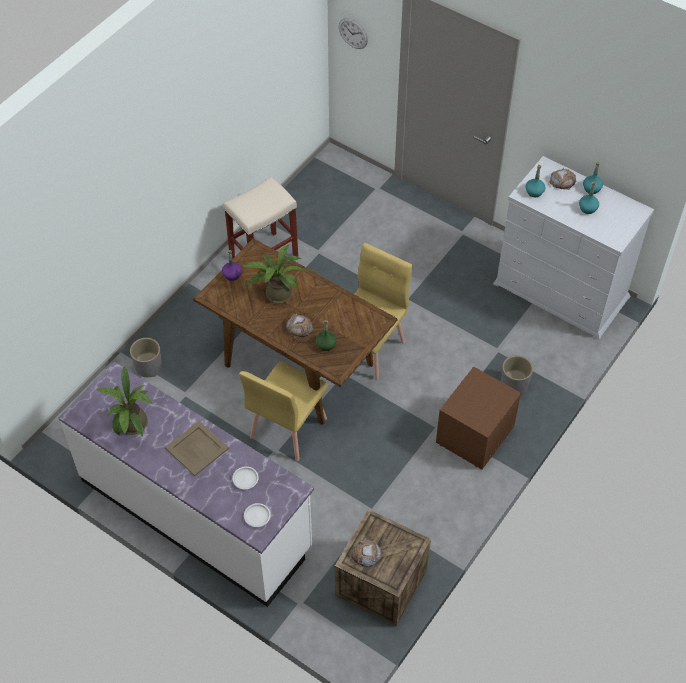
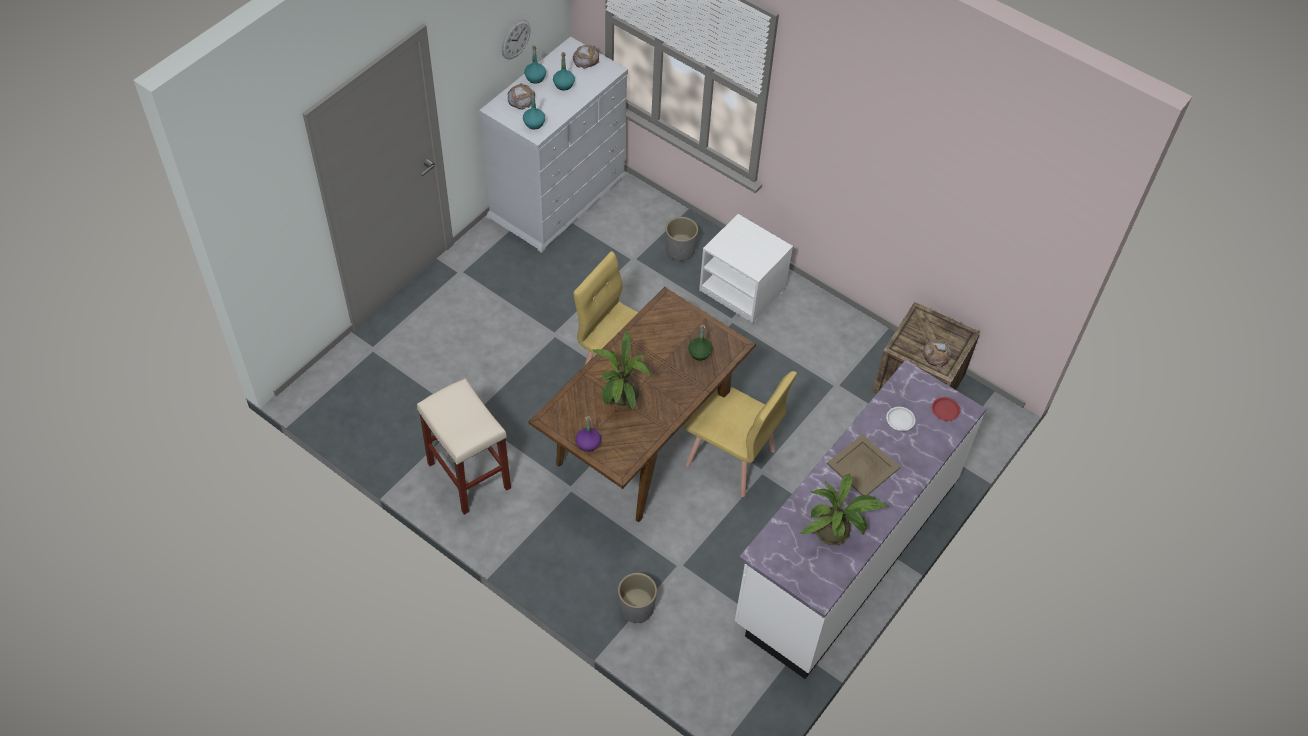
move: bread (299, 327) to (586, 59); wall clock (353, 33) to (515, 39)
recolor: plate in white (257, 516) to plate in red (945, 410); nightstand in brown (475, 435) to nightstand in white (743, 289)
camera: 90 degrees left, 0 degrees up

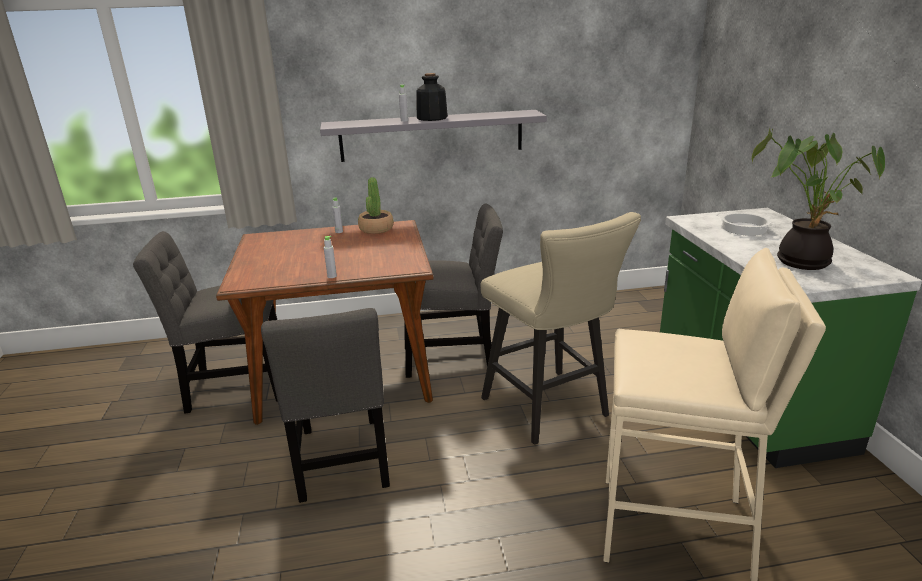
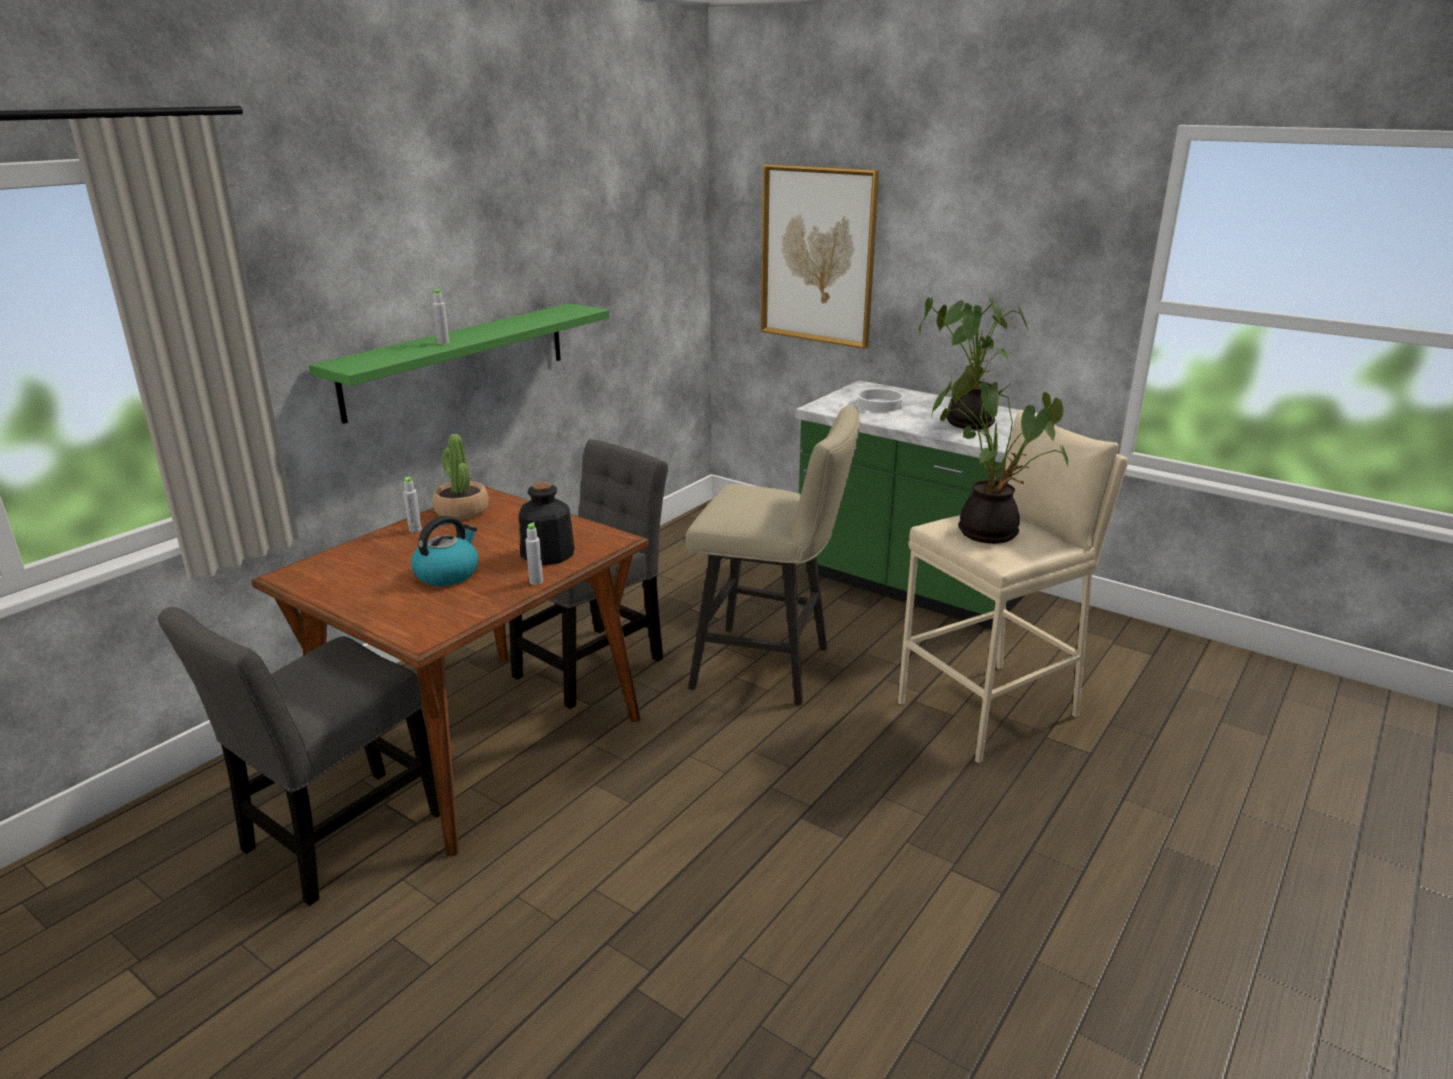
delete: chair in grey (342, 462)
insert: kettle (447, 573); picture (818, 255); potted plant (990, 531)
move: bottle (432, 118) to (548, 554)
recolor: shelf in grey (432, 135) to shelf in green (458, 359)
camera: 45 degrees left, 0 degrees up

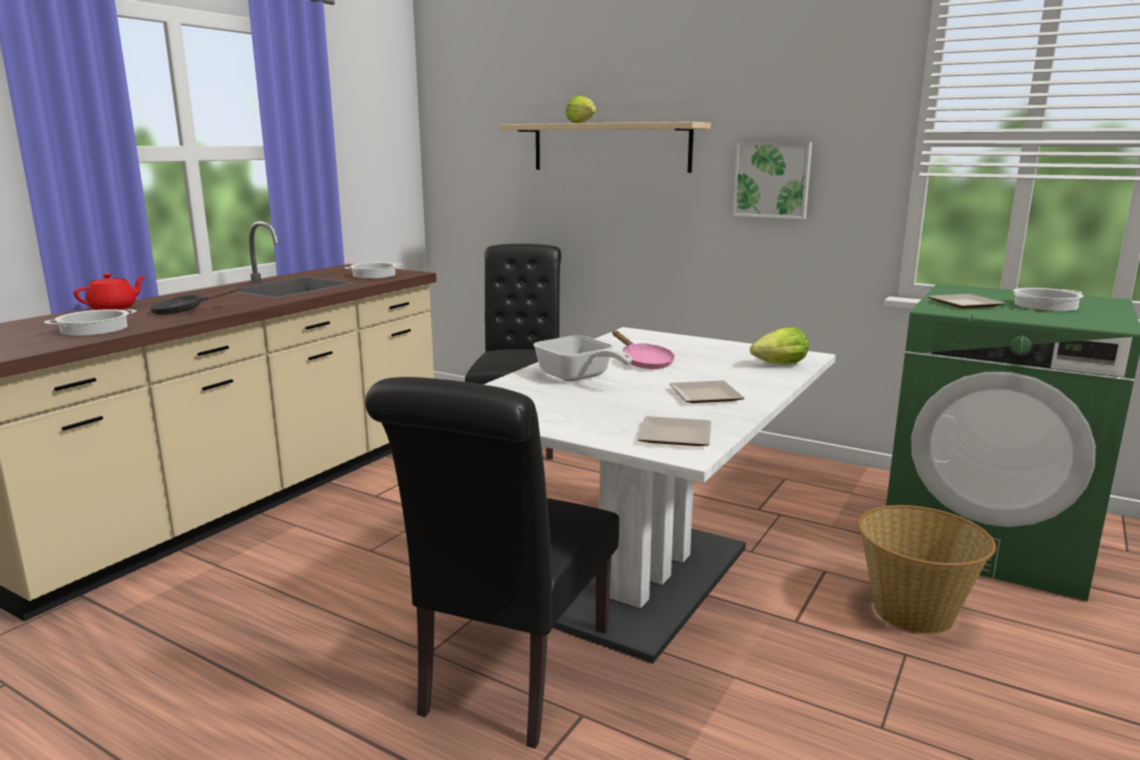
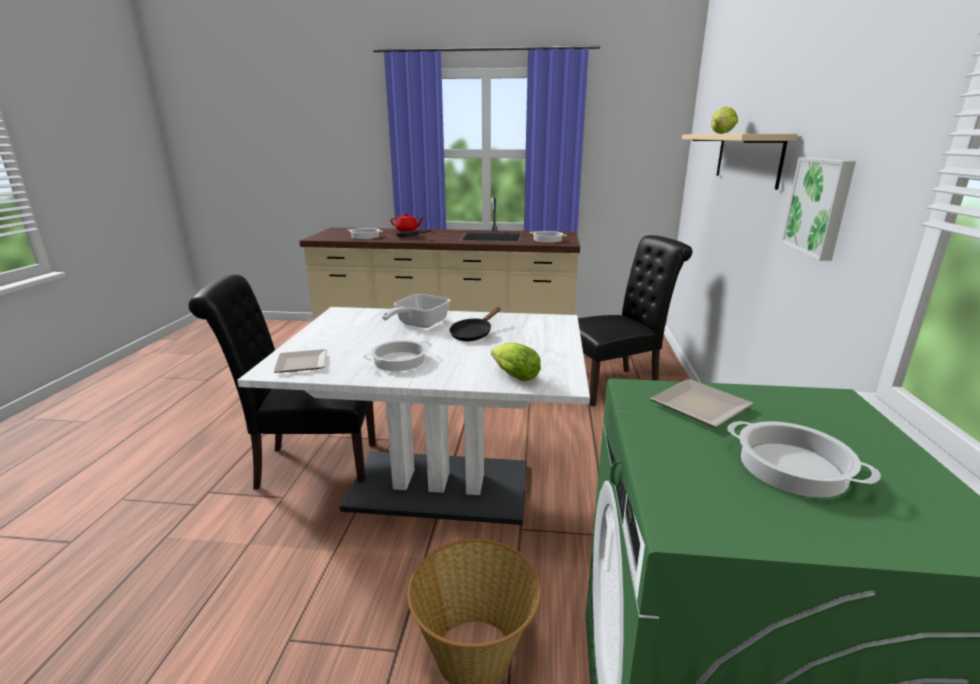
replace: plate (702, 395) to cooking pot (399, 360)
recolor: frying pan in pink (643, 362) to frying pan in black (473, 334)
camera: 65 degrees right, 5 degrees up

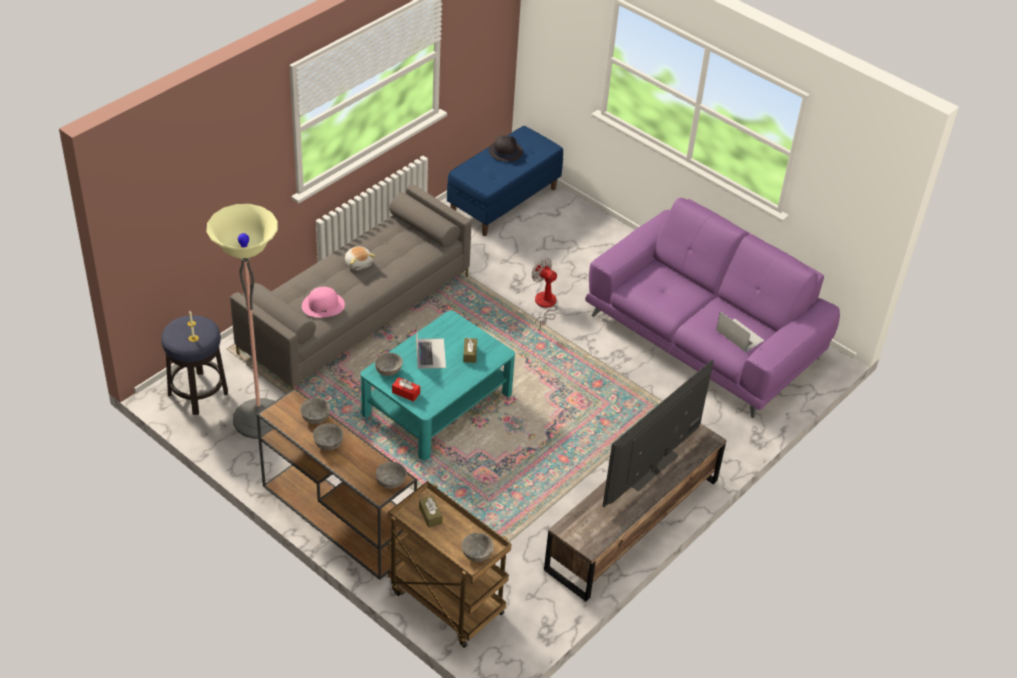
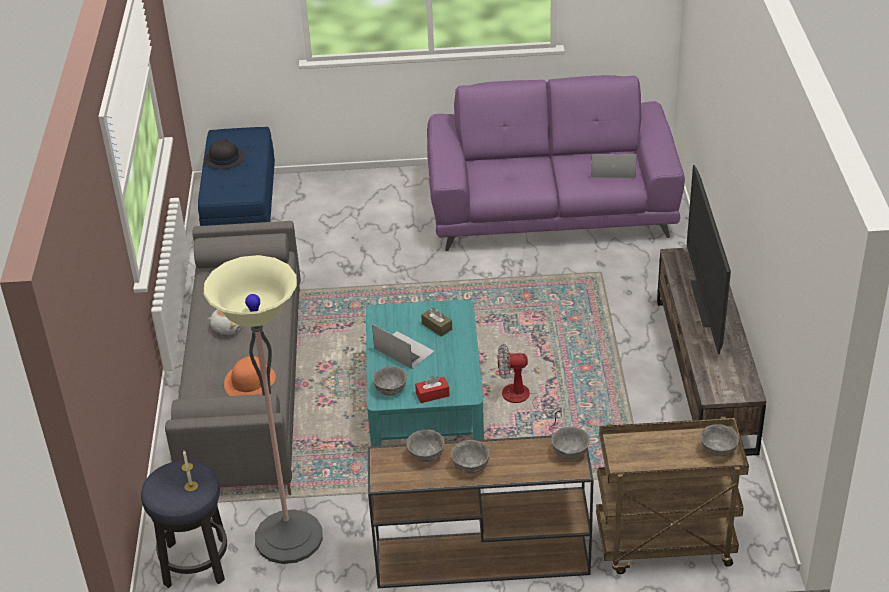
delete: tissue box in brown (430, 515)
move: fan (544, 306) to (522, 400)
recolor: hat in pink (323, 305) to hat in orange (250, 381)
camera: 40 degrees left, 5 degrees down

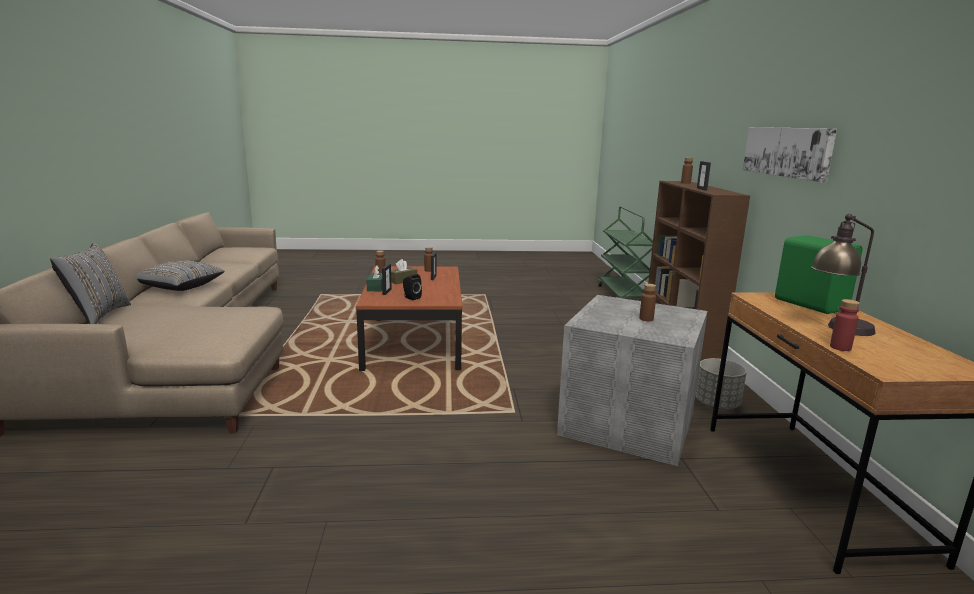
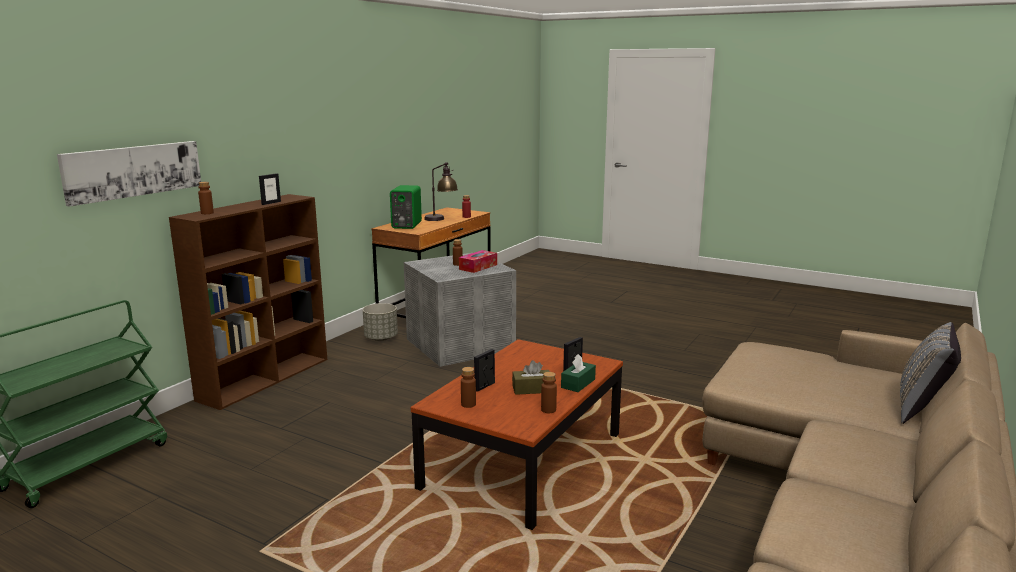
delete: pillow in grey (179, 287); speaker in black (411, 298)
insert: tissue box (478, 267)
move: picture (787, 152) to (133, 171)
camera: 145 degrees left, 0 degrees up

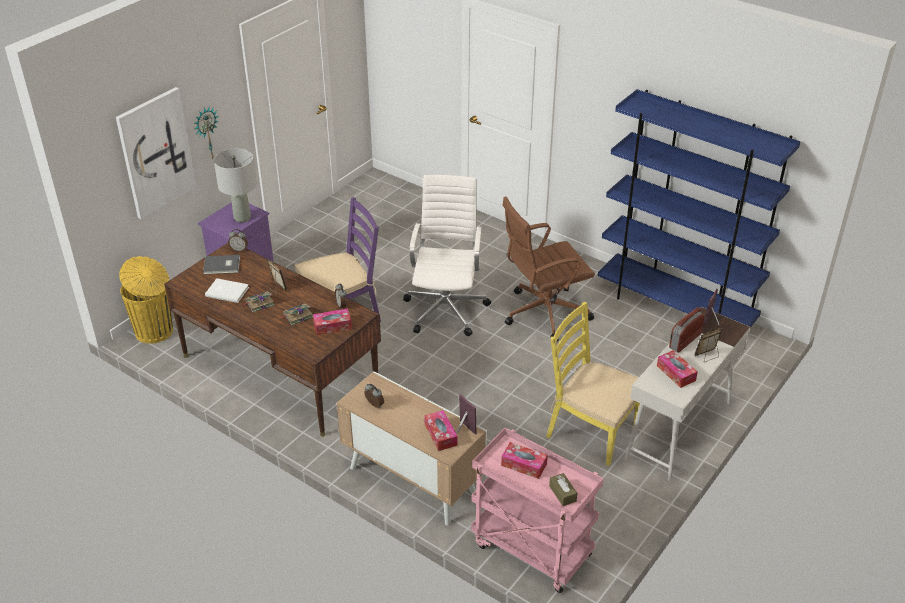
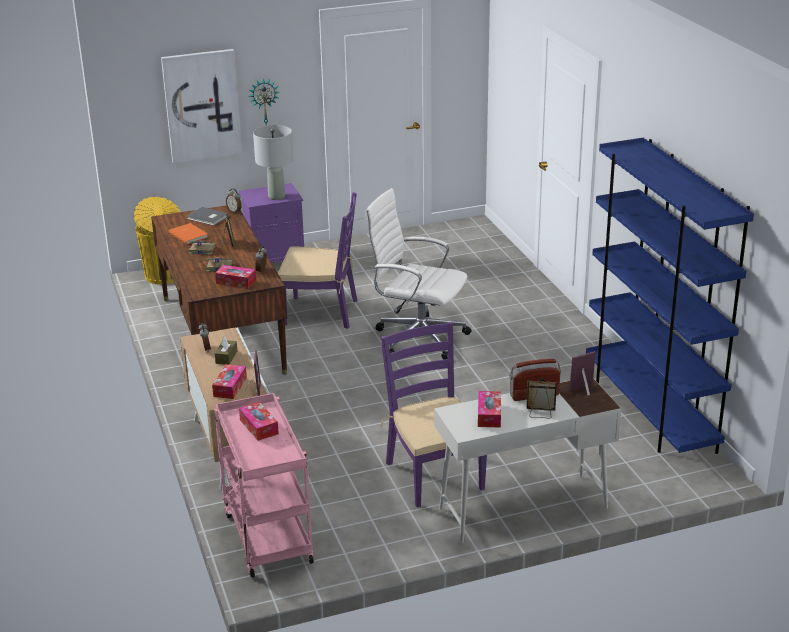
delete: office chair in brown (543, 313)
move: tissue box in brown (562, 493) to (226, 357)
recolor: book in white (227, 291) to book in orange (189, 234); chair in yellow (591, 431) to chair in purple (434, 475)
rotate: office chair in white (446, 308) = (418, 338) 105 degrees counterclockwise
camera: 35 degrees right, 10 degrees down

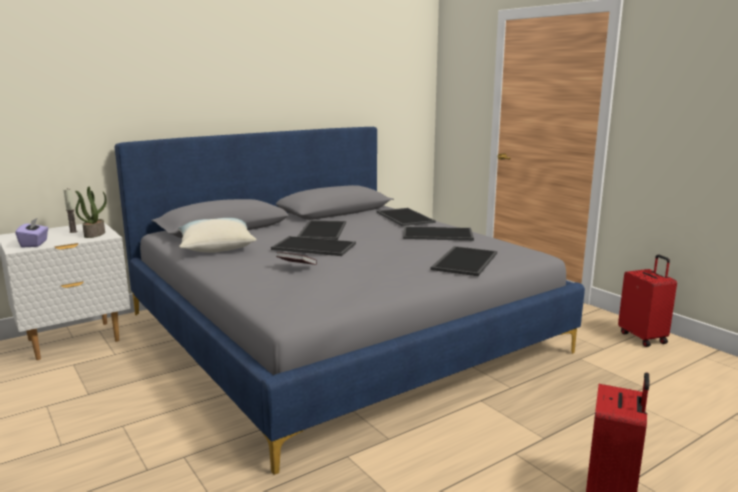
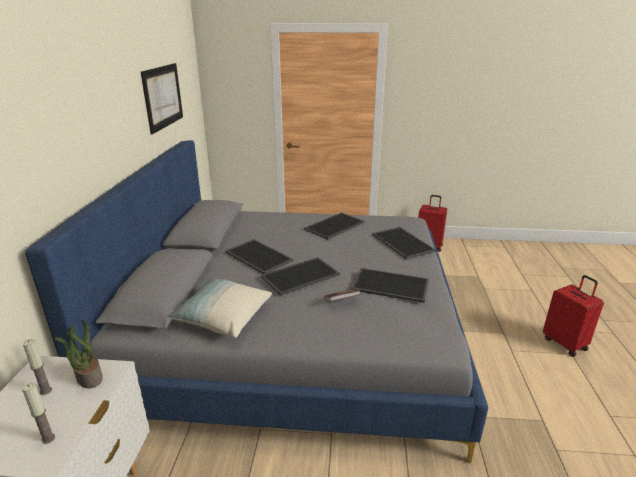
insert: picture (163, 96)
move: tray (403, 217) to (389, 285)
replace: tissue box in purple (34, 244) to candle (48, 438)
camera: 50 degrees left, 10 degrees up

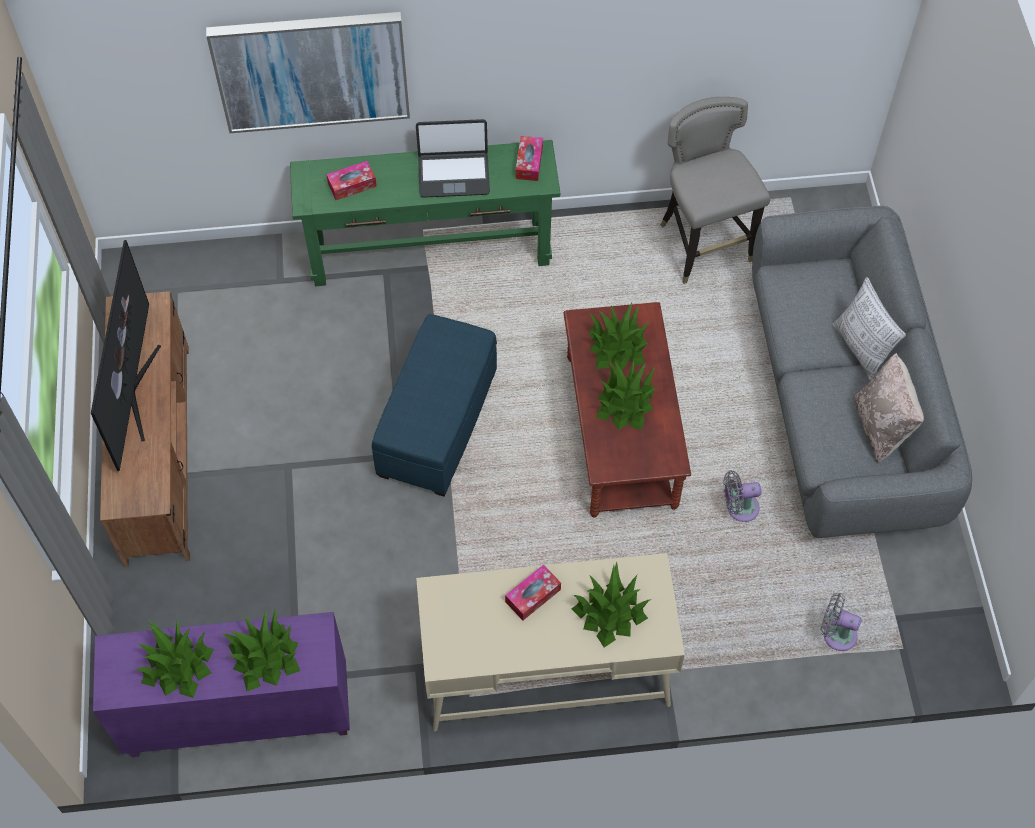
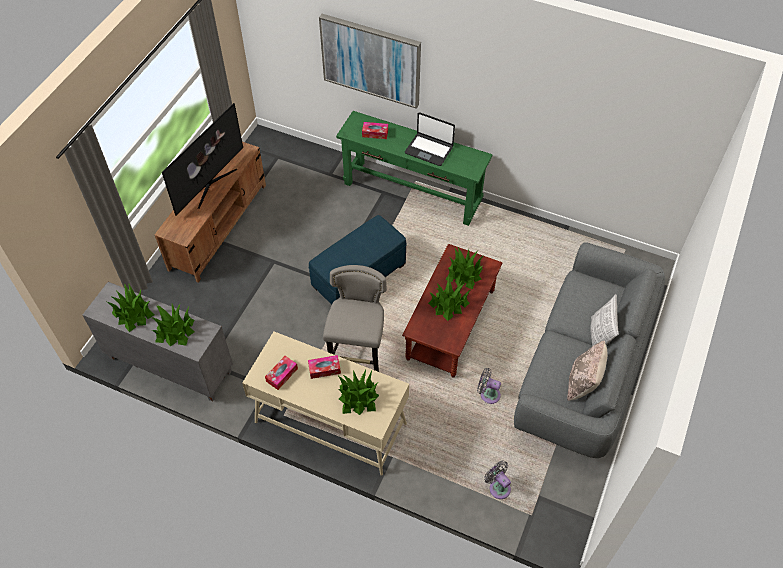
move: tissue box (529, 163) to (282, 375); stool in grey (703, 244) to (358, 354)
recolor: cabinet in purple (238, 716) to cabinet in grey (169, 365)
camera: 30 degrees right, 5 degrees down

